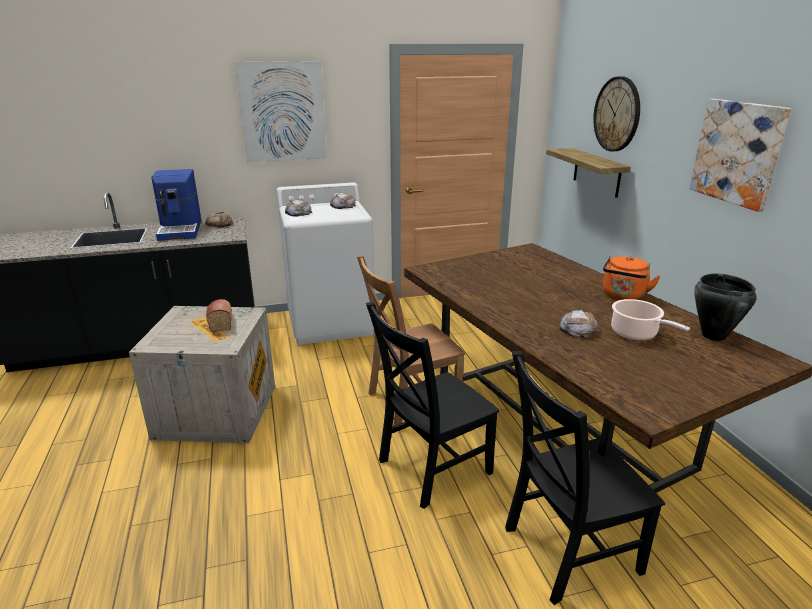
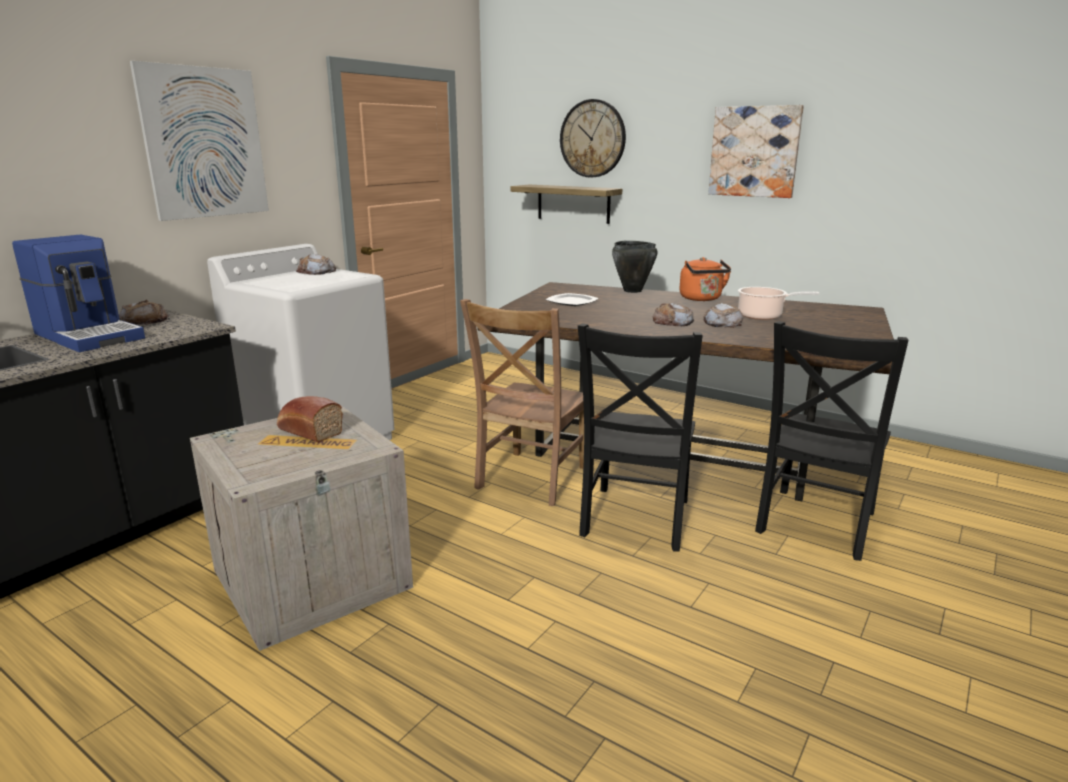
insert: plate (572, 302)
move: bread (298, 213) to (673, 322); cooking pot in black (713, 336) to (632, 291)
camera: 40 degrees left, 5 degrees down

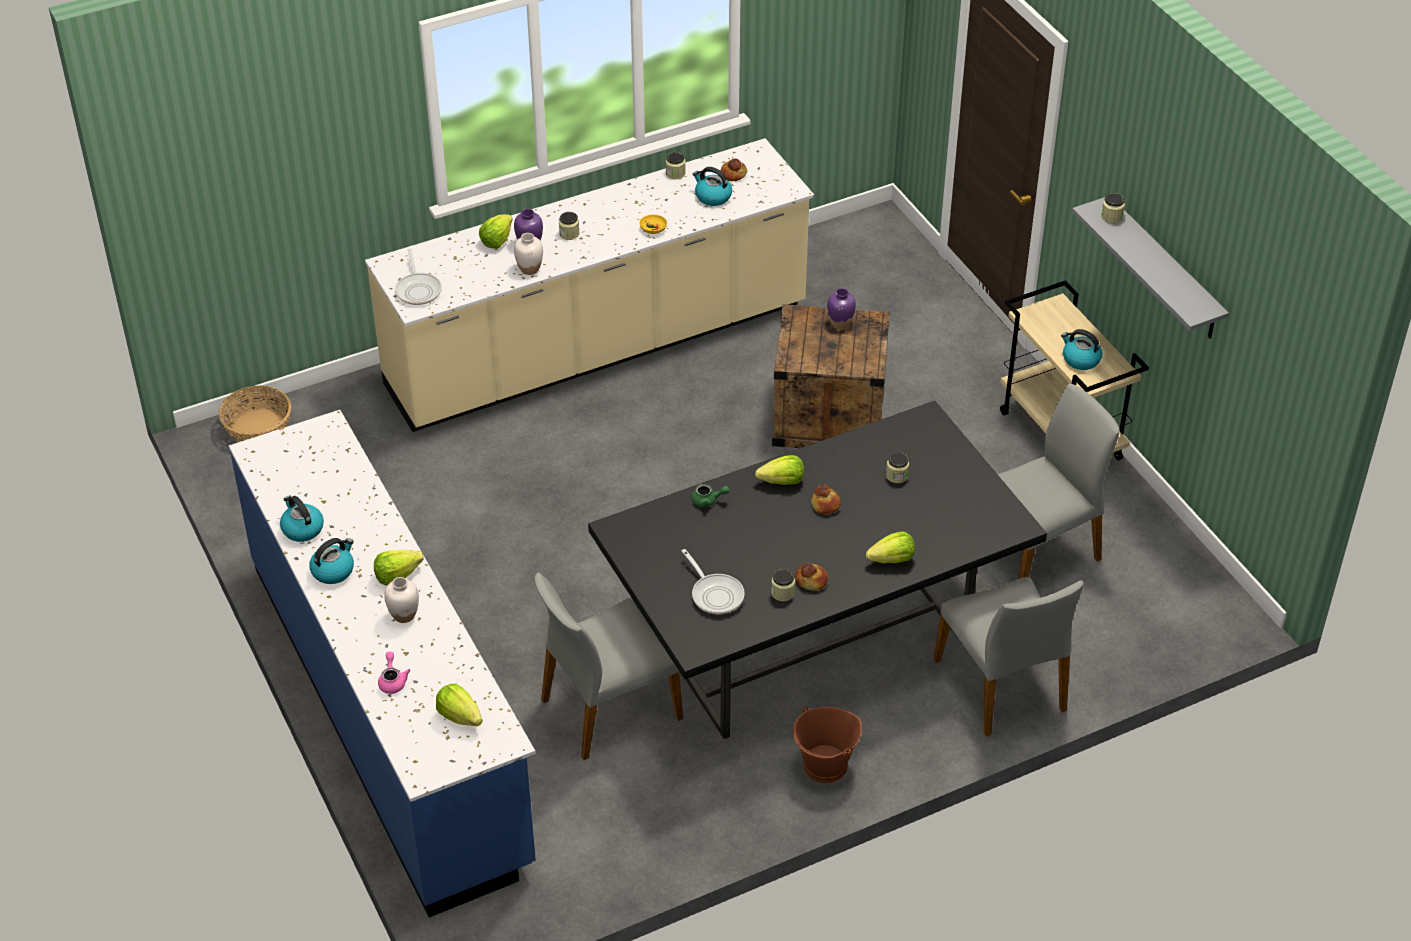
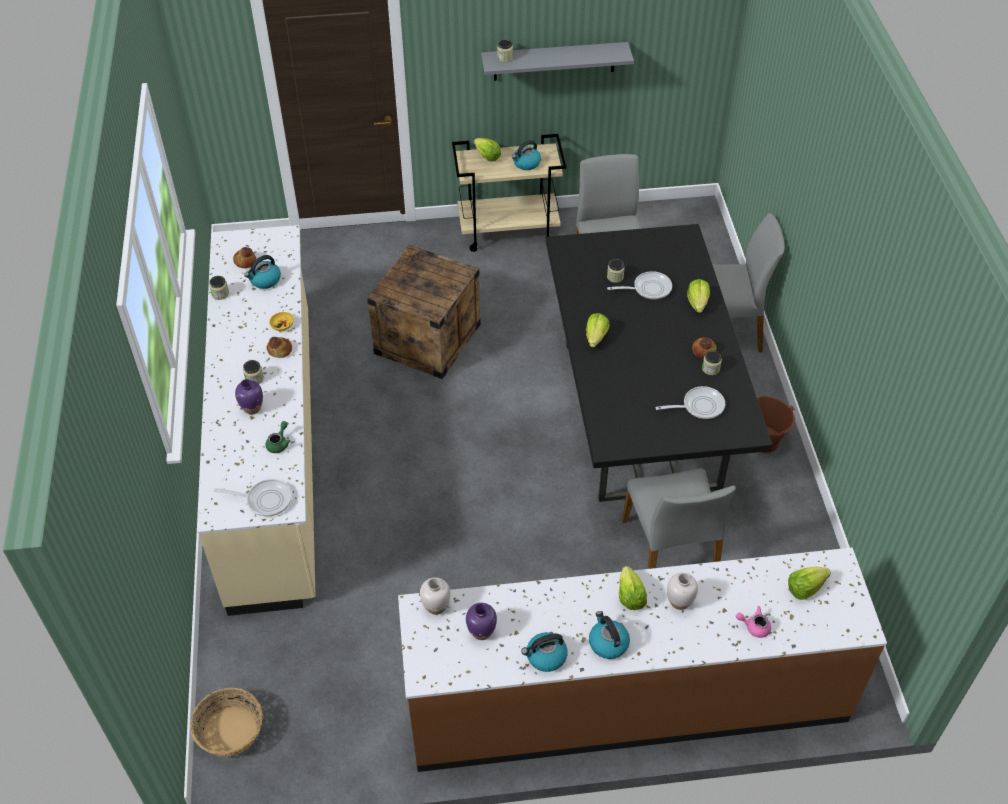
insert: frying pan (648, 288)
move: lettuce (497, 240) to (487, 156); vase in white (530, 269) to (436, 606); teapot in green (708, 501) to (279, 443); bread (826, 505) to (280, 350); vase in purple (840, 323) to (481, 632)
recolor: counter in blue (390, 711) to counter in brown (626, 700)
camera: 70 degrees left, 5 degrees up

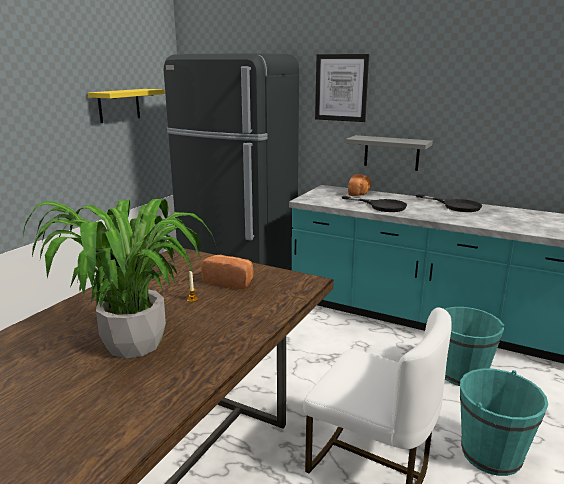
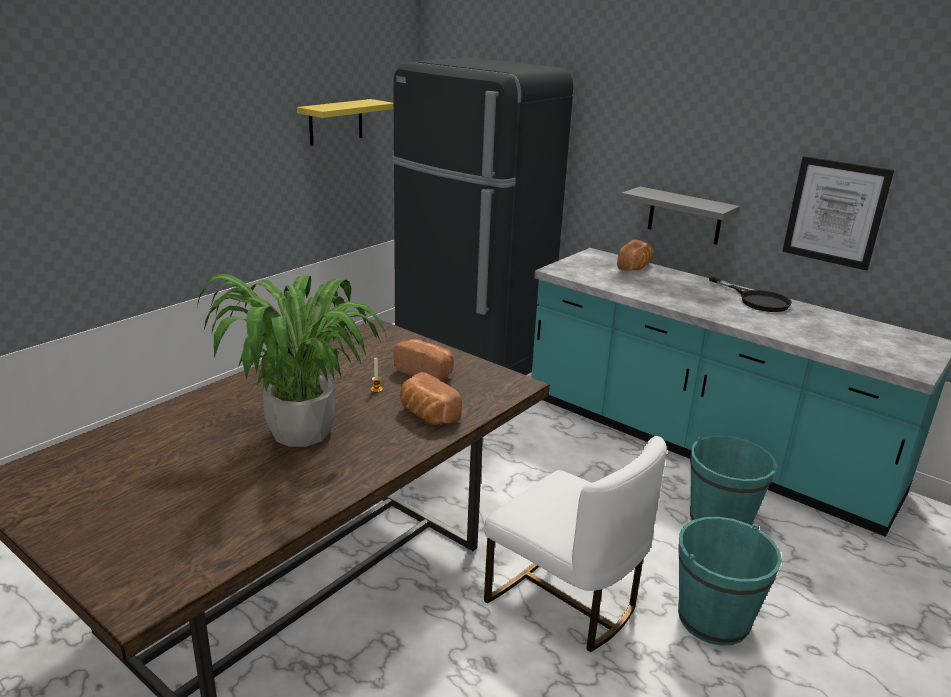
delete: frying pan in black (381, 206)
insert: bread (426, 415)
move: picture (341, 88) to (835, 212)
camera: 10 degrees right, 5 degrees up

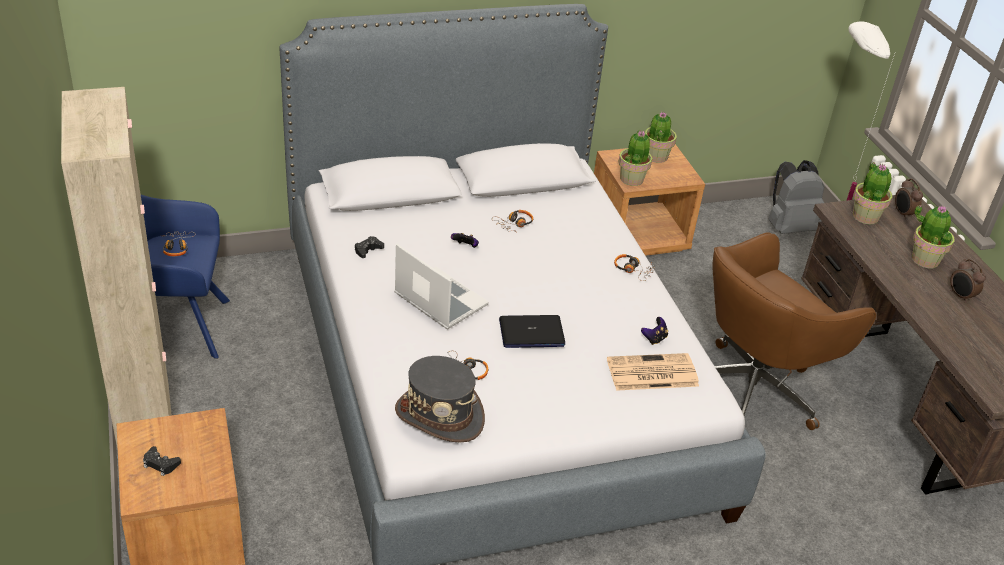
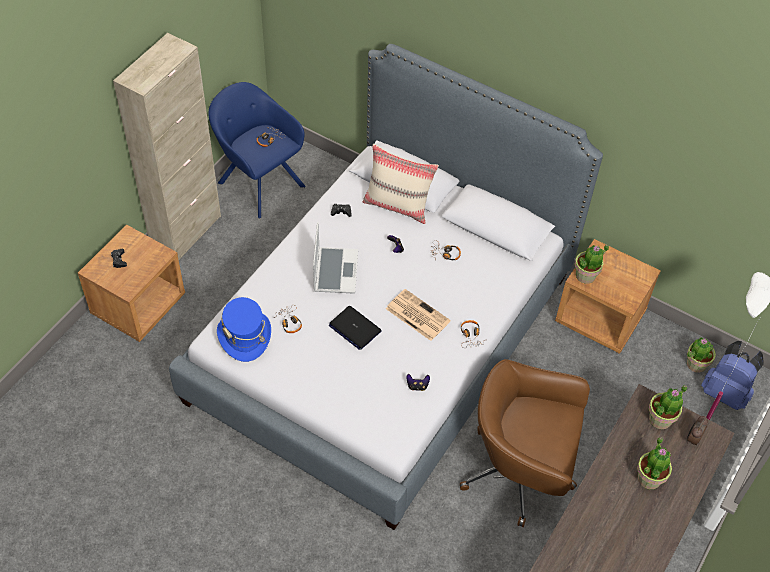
delete: alarm clock (960, 296)
insert: pillow in beige (398, 205)
move: newspaper (651, 373) to (416, 315); potted plant (656, 156) to (695, 364)
recolor: hat in grey (440, 416) to hat in blue (245, 336); backpack in grey (788, 227) to backpack in blue (725, 392)
camera: 50 degrees right, 15 degrees up

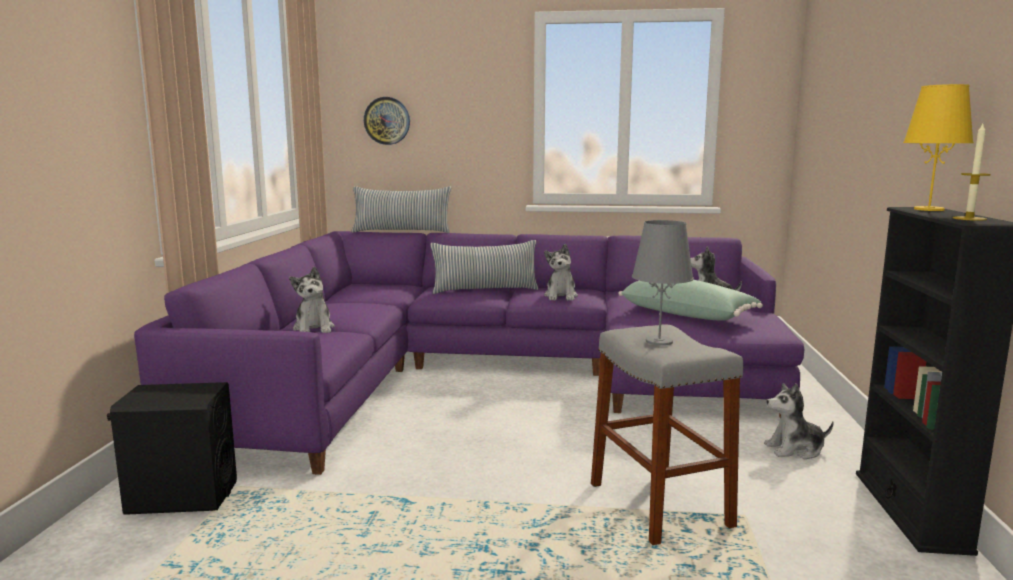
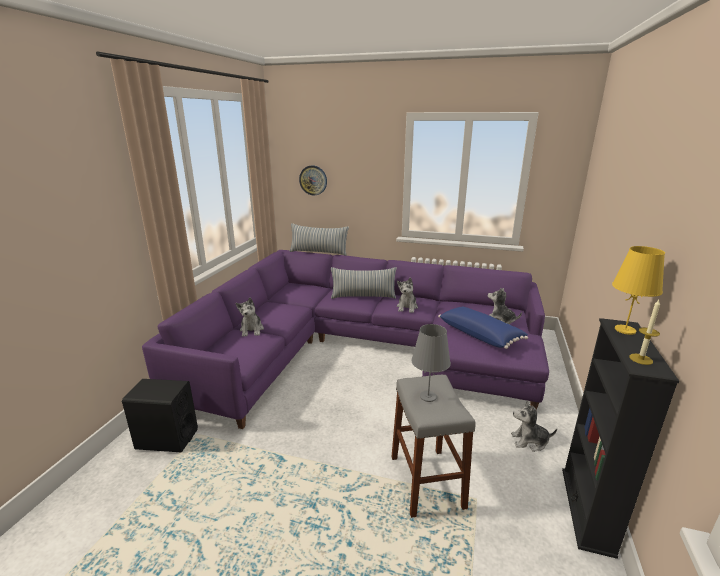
recolor: pillow in green (687, 314) to pillow in blue (480, 335)
camera: 10 degrees right, 10 degrees up

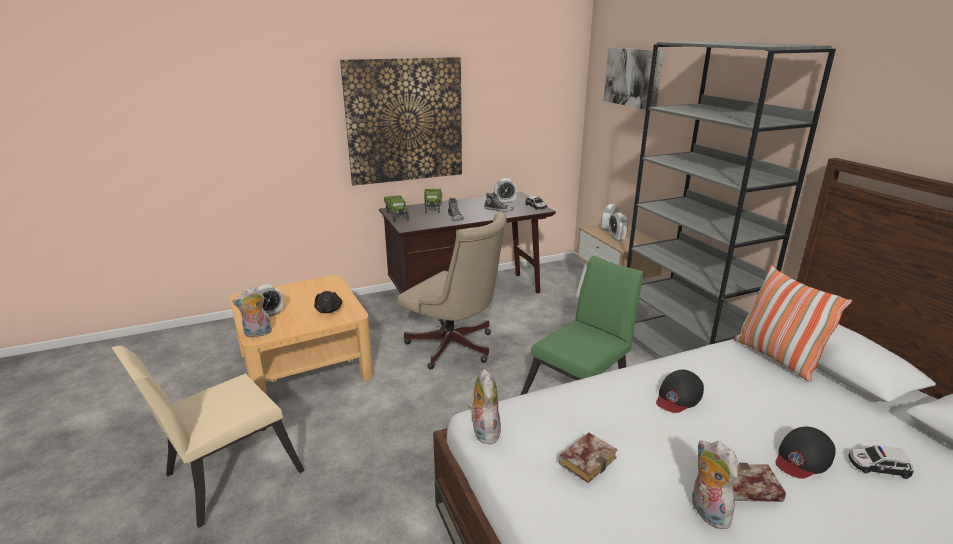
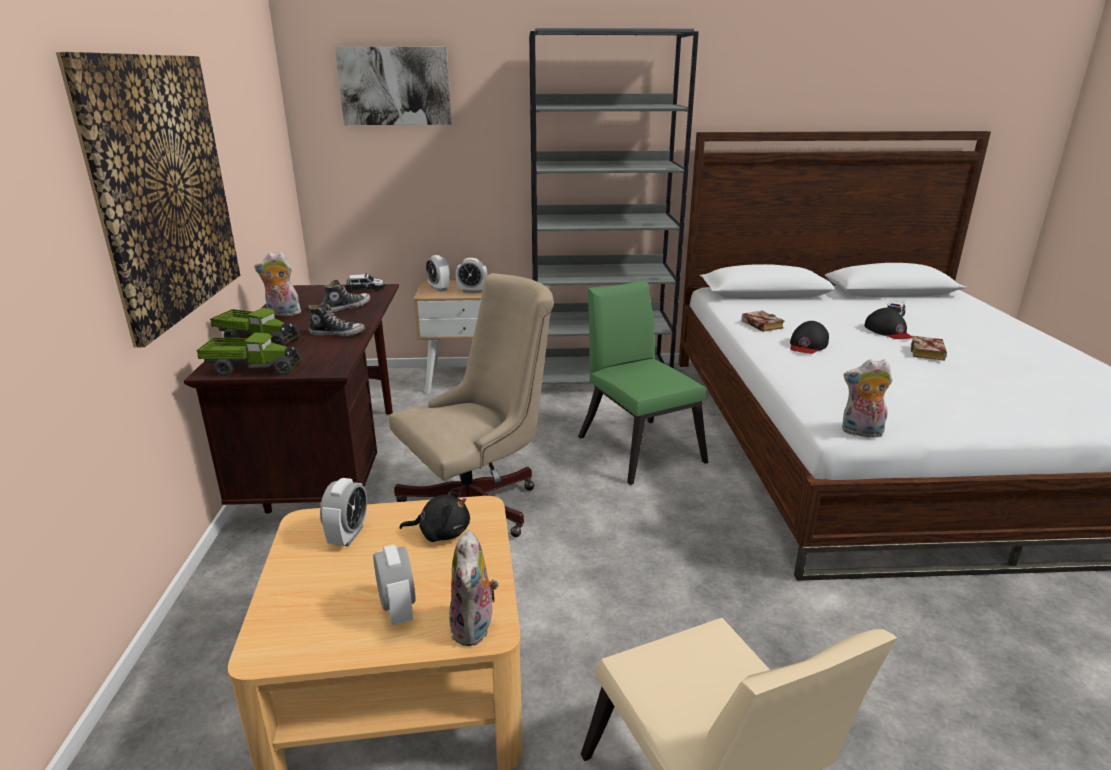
delete: pillow (776, 358)
move: alarm clock (505, 202) to (348, 535); book (587, 459) to (759, 325); plush toy (706, 512) to (282, 314)
rotate: cap in black (678, 396) = (807, 345) 60 degrees clockwise
camera: 70 degrees left, 0 degrees up

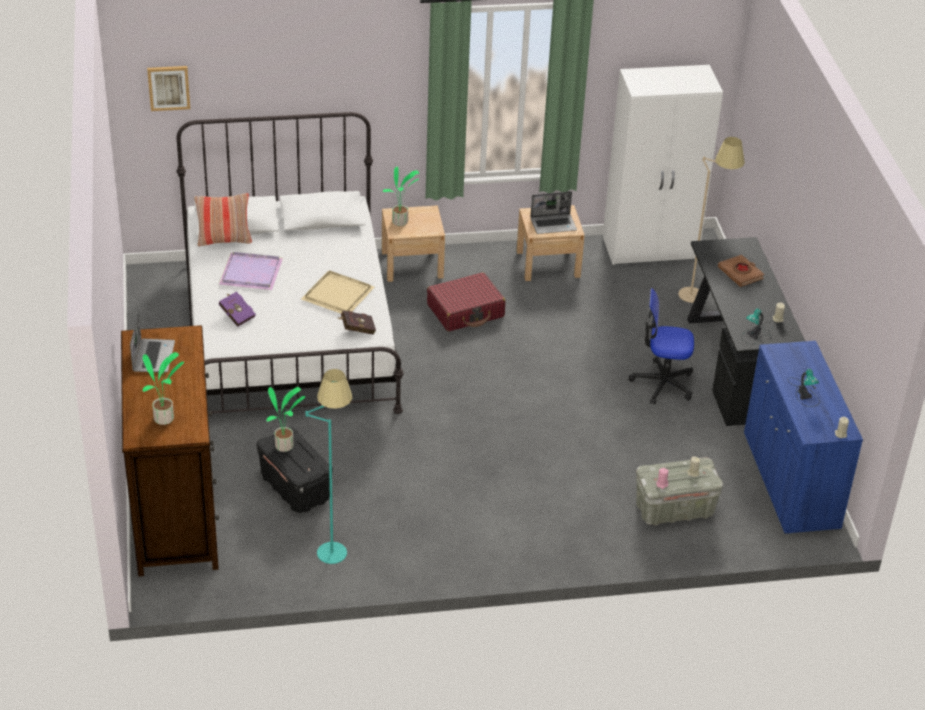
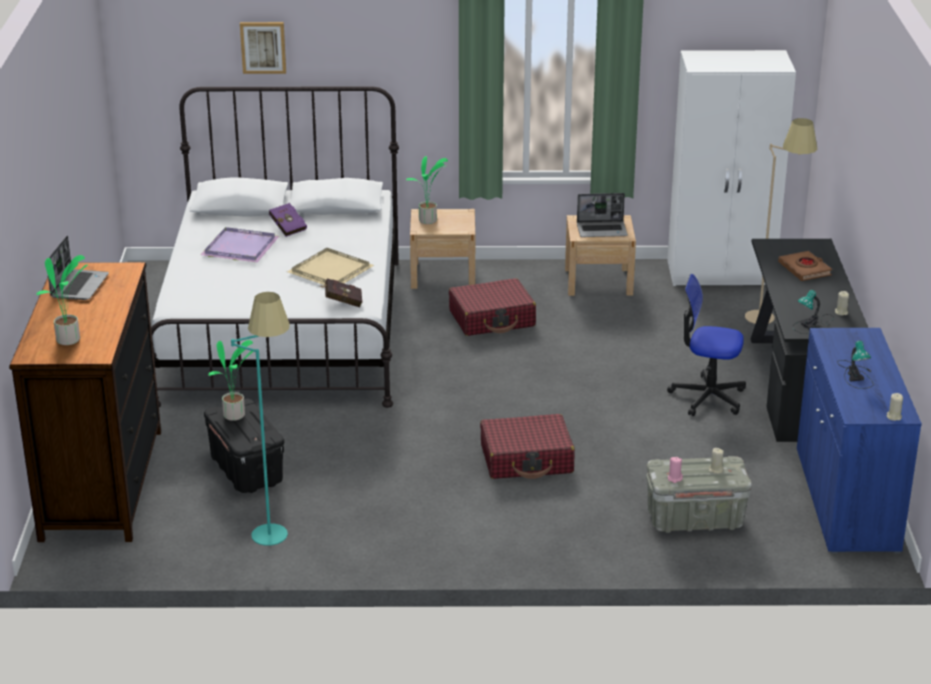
delete: pillow (224, 240)
insert: suitcase in red (527, 459)
move: picture (169, 87) to (263, 47); book in purple (236, 315) to (287, 228)
camera: 10 degrees right, 10 degrees down

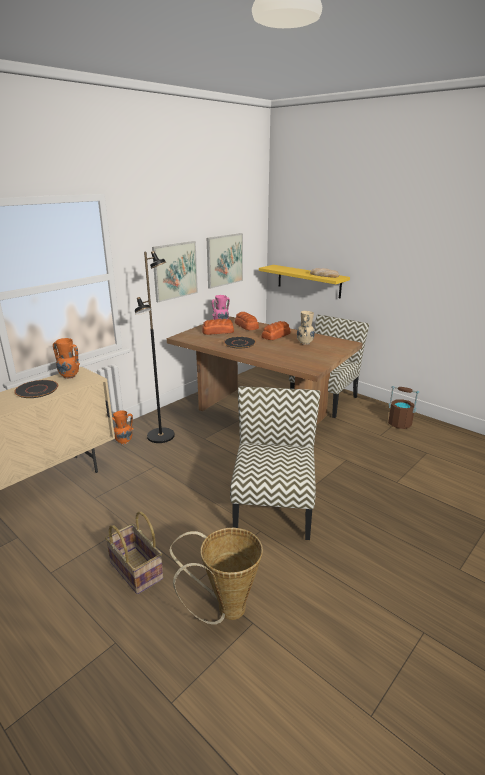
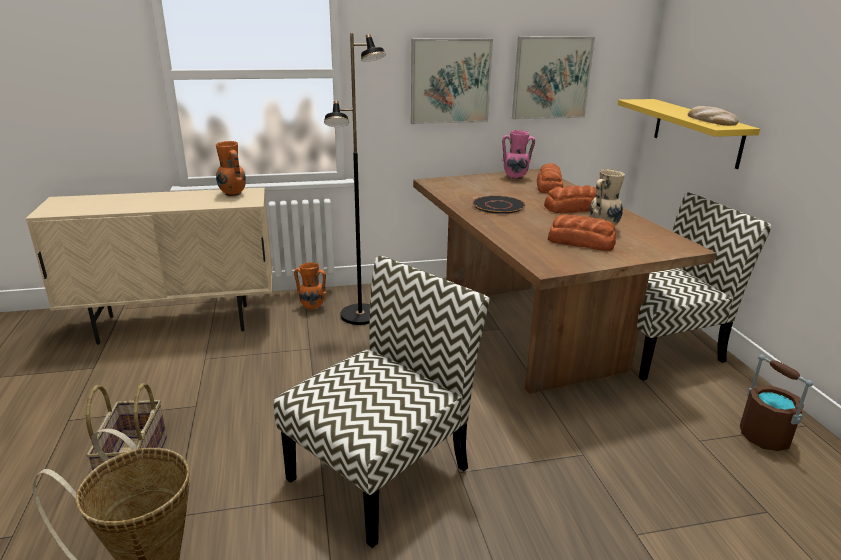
delete: plate in black (36, 390)
move: bread (217, 331) to (580, 242)
camera: 35 degrees right, 0 degrees up

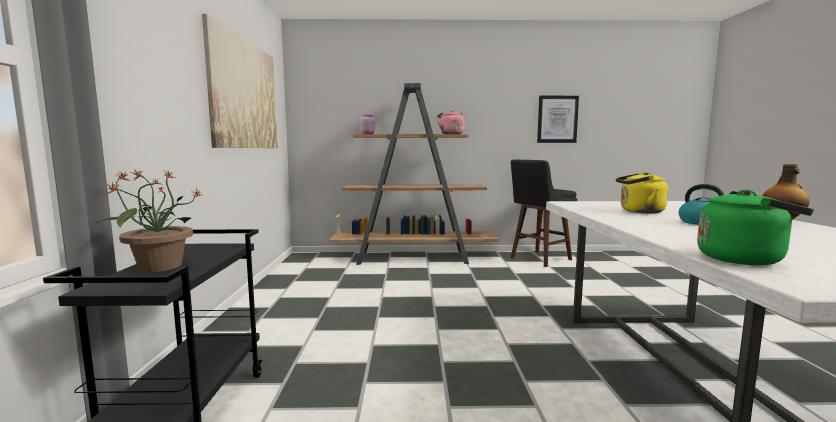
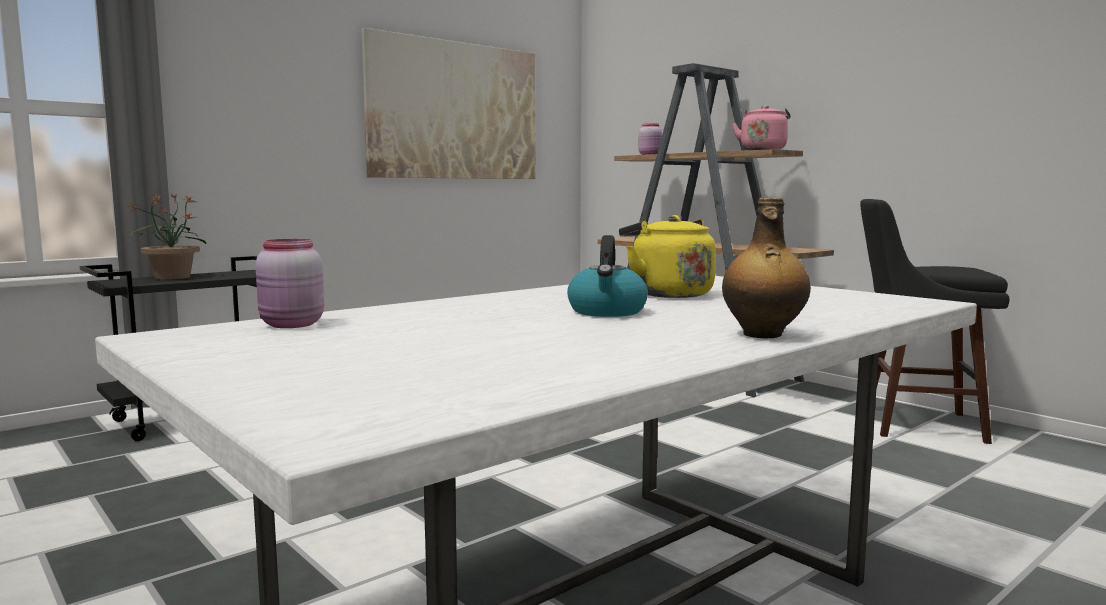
delete: picture (557, 119)
replace: kettle in green (744, 259) to jar in pink (291, 325)
camera: 50 degrees right, 0 degrees up

